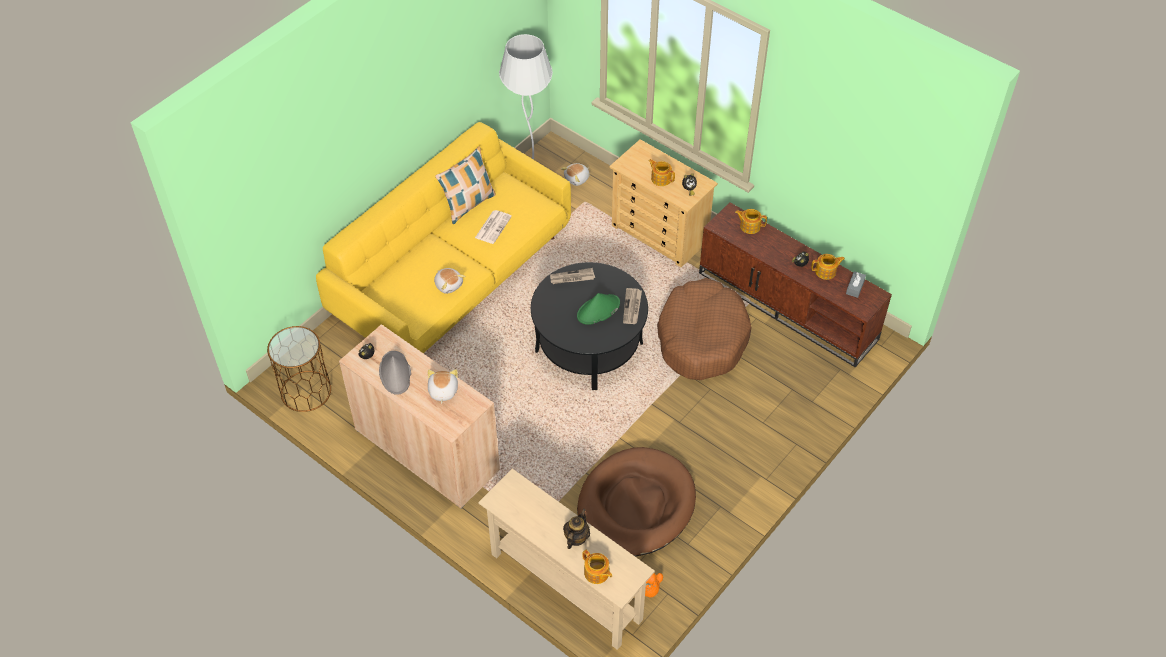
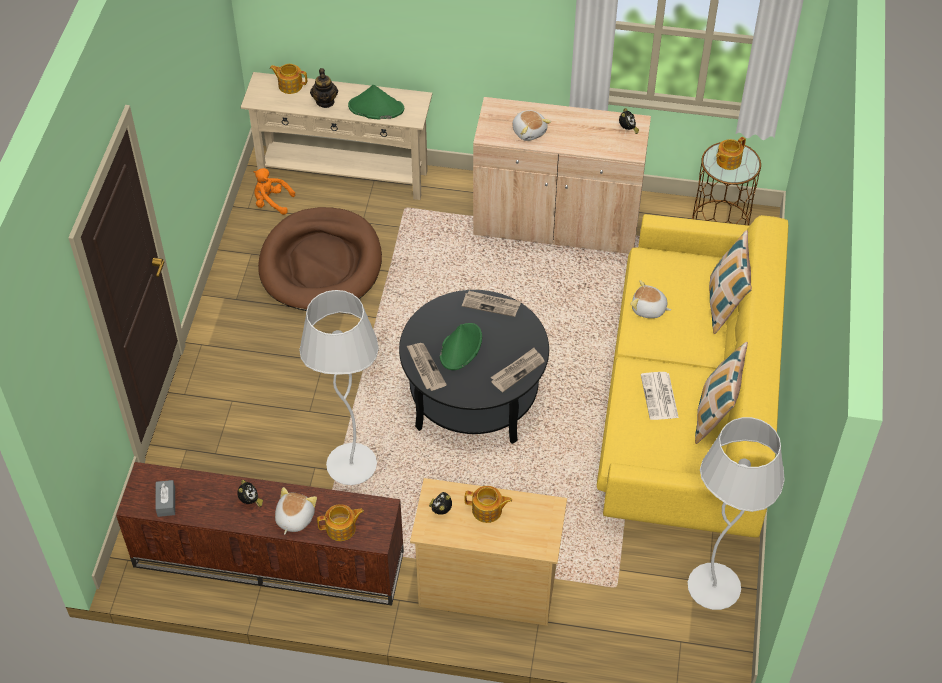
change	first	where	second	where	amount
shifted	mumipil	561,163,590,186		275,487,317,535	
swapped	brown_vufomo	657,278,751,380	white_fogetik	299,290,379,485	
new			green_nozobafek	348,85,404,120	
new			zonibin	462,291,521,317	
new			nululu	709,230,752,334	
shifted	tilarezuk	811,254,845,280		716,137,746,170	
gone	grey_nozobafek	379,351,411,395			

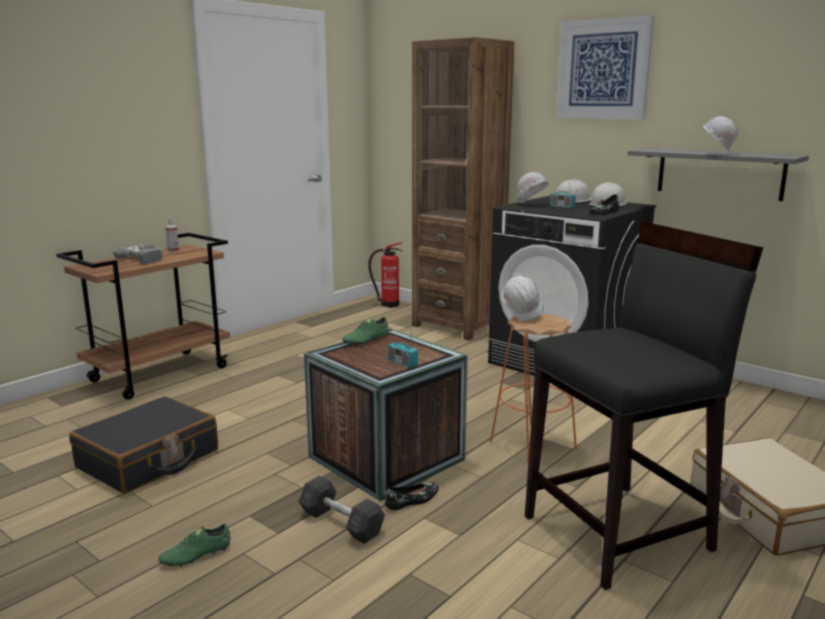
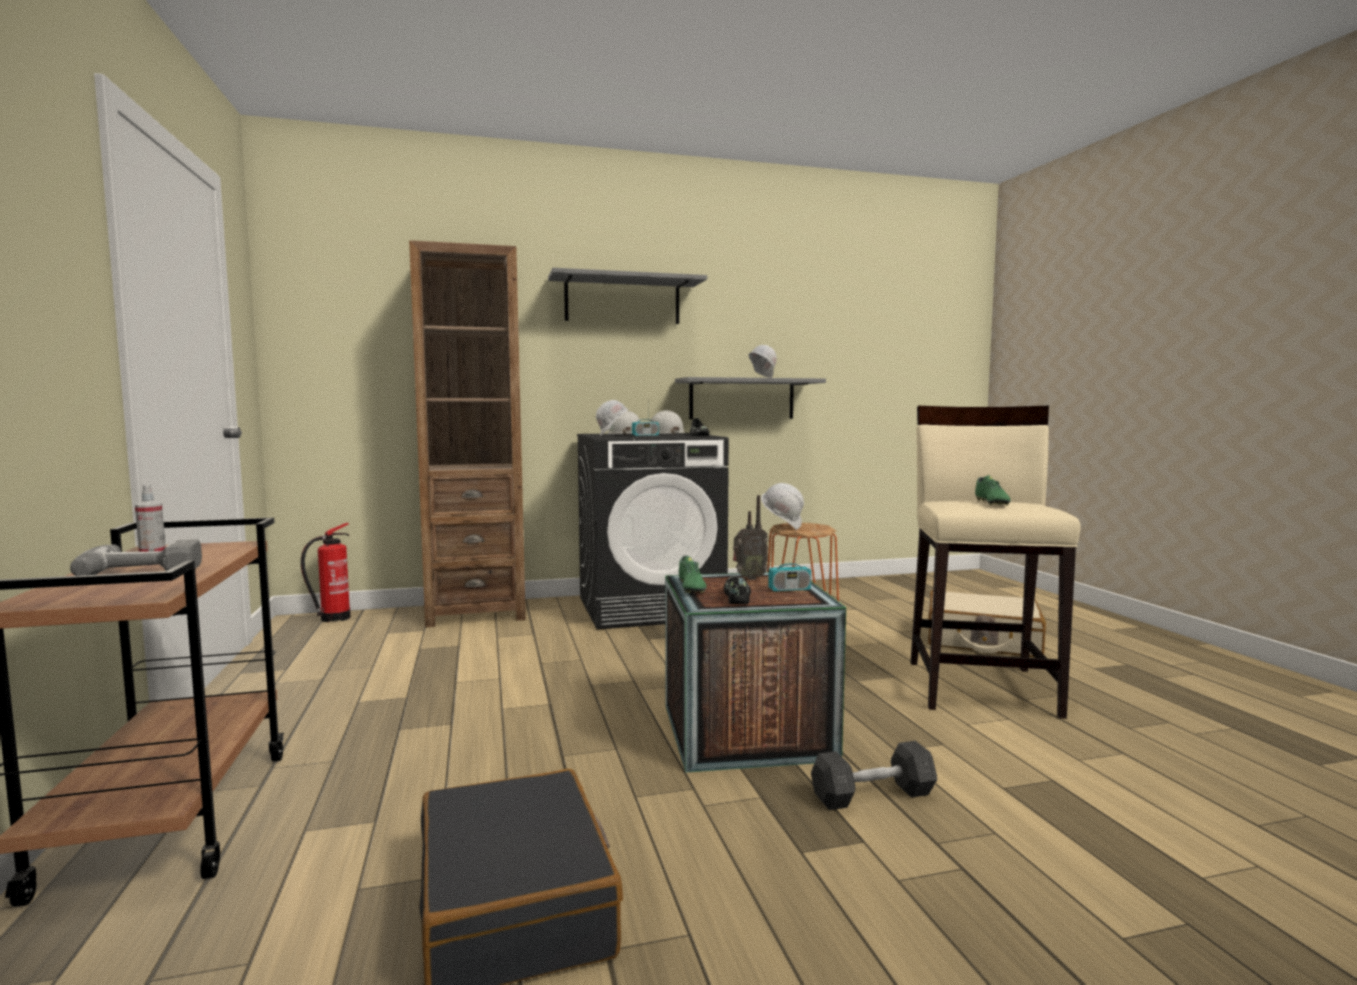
change	first	where	second	where	amount
swapped	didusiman	556,15,654,120	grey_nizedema	548,268,707,324	
shifted	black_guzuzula	385,482,438,510		724,576,751,604	
new			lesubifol	733,495,768,580	
repainted	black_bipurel	525,222,763,590	beige_bipurel	911,406,1081,719	
shifted	green_guzuzula	158,523,230,567		975,475,1011,505	

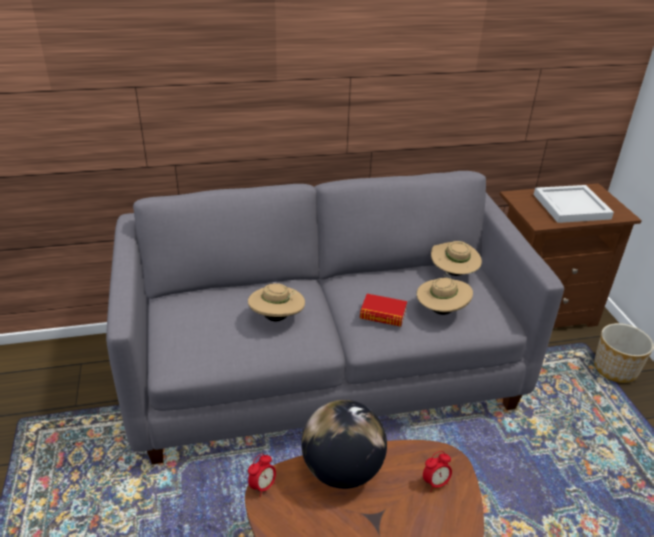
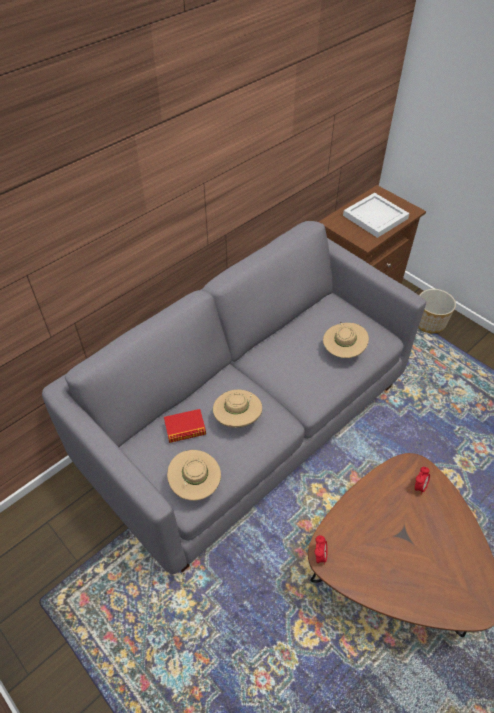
change	first	where	second	where	amount
shifted	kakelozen	360,294,407,327		164,409,206,443	
shifted	beige_nozobafek	431,241,482,276		167,450,221,500	
gone	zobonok	301,400,387,489			

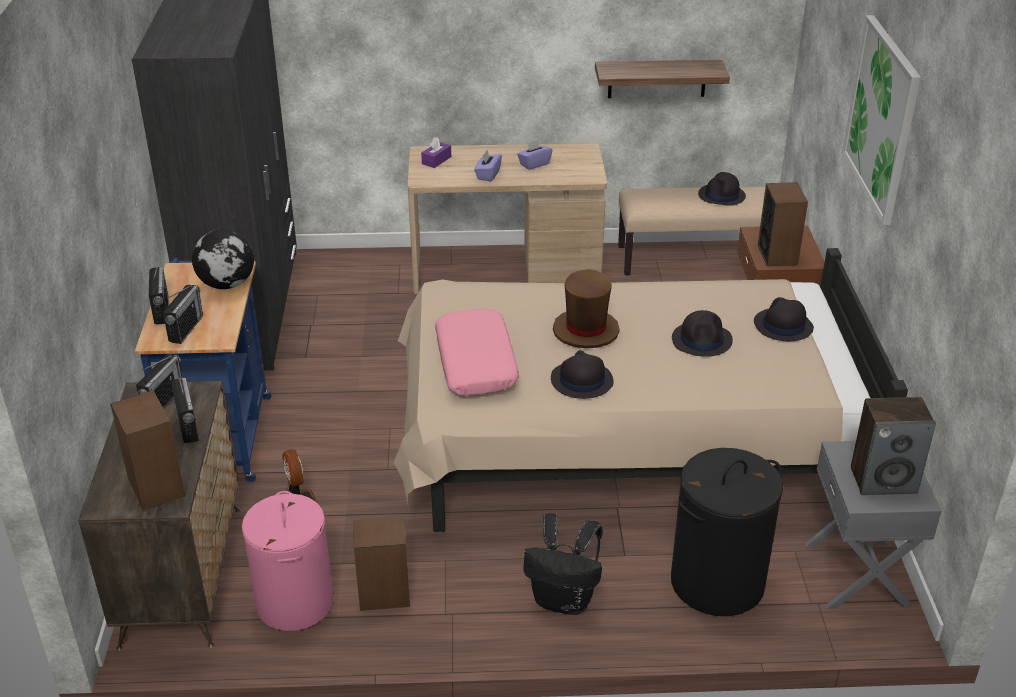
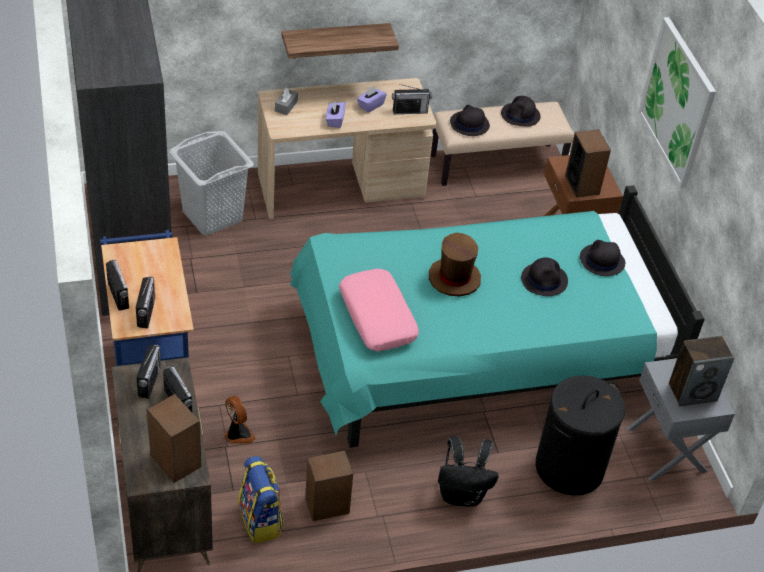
change	first	where	second	where	amount
new			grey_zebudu	169,131,254,235	
swapped	pink_zebudu	242,491,333,631	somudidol	238,456,284,544	
repainted	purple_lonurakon	421,137,451,168	grey_lonurakon	275,88,298,115	
shifted	nizedema	595,60,730,98		282,23,399,58	
repainted	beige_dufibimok	394,248,908,532	turquoise_dufibimok	290,185,705,448	
new			lesubifol	392,84,432,114	
shifted	black_nozobafek	551,350,614,399		450,105,490,136	
gone	zobonok	192,229,254,289			

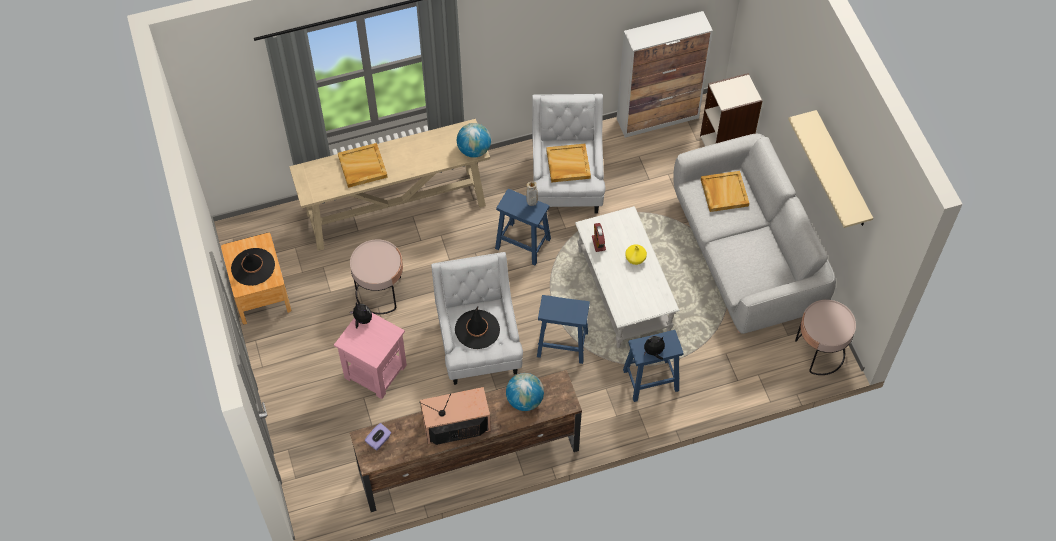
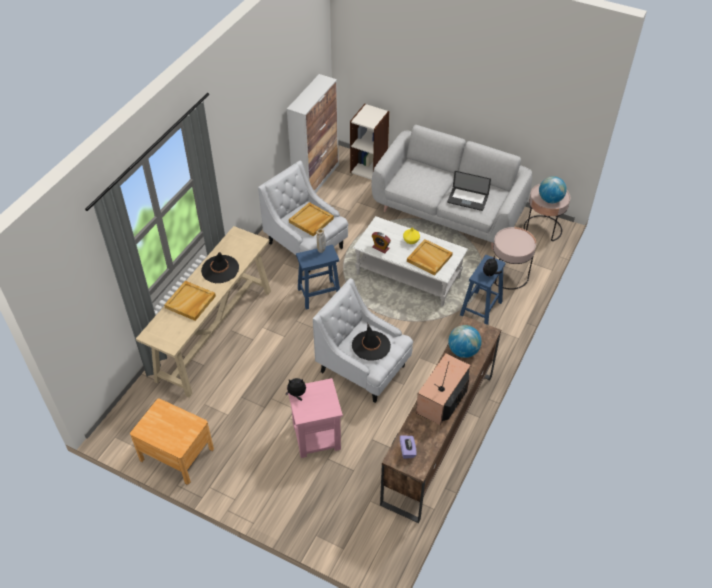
change	first	where	second	where	amount
shifted	black_nozobafek	231,248,275,286		201,252,239,283	
shifted	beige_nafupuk	701,171,749,212		407,239,453,275	
new			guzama	447,171,491,211	
shifted	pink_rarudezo	350,239,403,314		493,227,536,290	
shifted	zobonok	457,123,491,158		539,176,567,203	
gone	blue_bipurel	537,295,590,364			
gone	beige_nizedema	788,110,873,228			

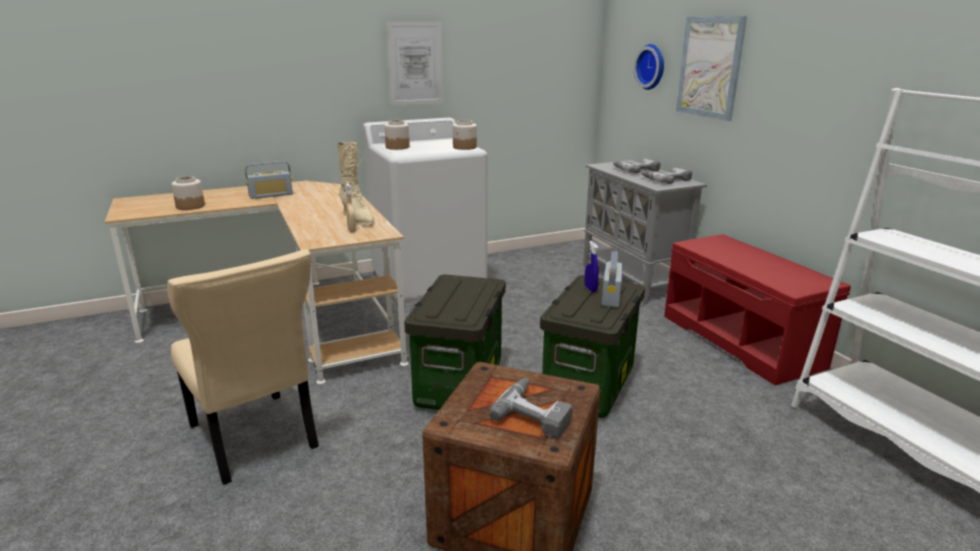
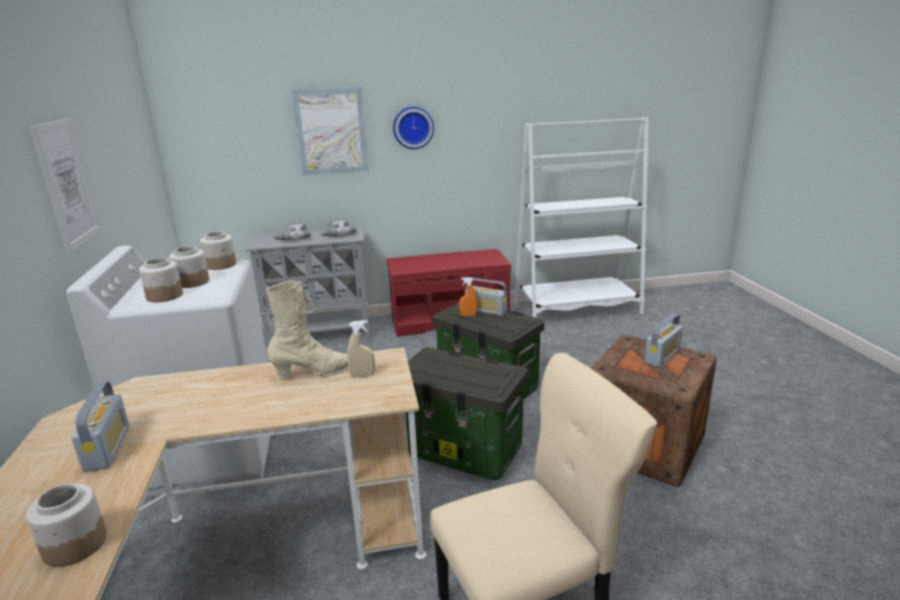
change	first	where	second	where	amount
new			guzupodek	169,246,209,288	
shifted	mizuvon	634,44,664,90		393,107,434,149	
repainted	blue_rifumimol	584,241,599,292	orange_rifumimol	459,277,477,316	
swapped	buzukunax	489,378,573,438	lesubifol	644,314,683,367	

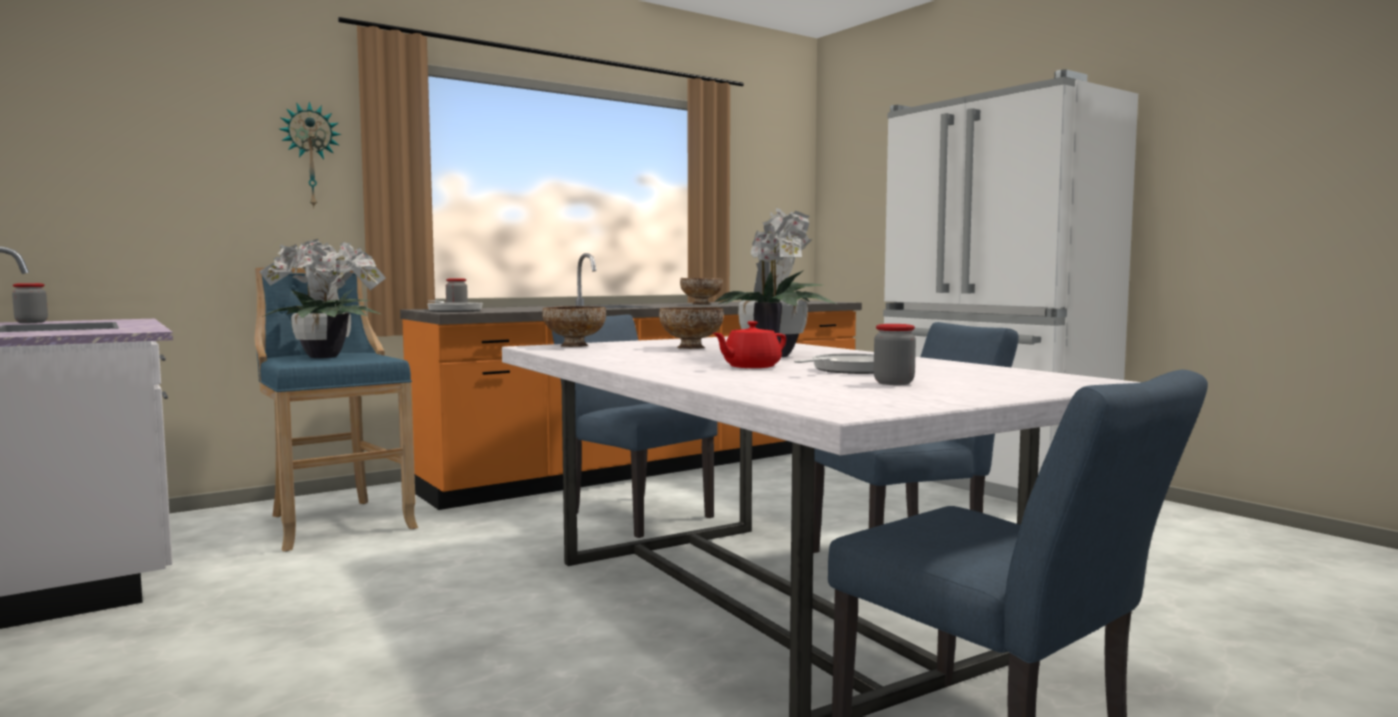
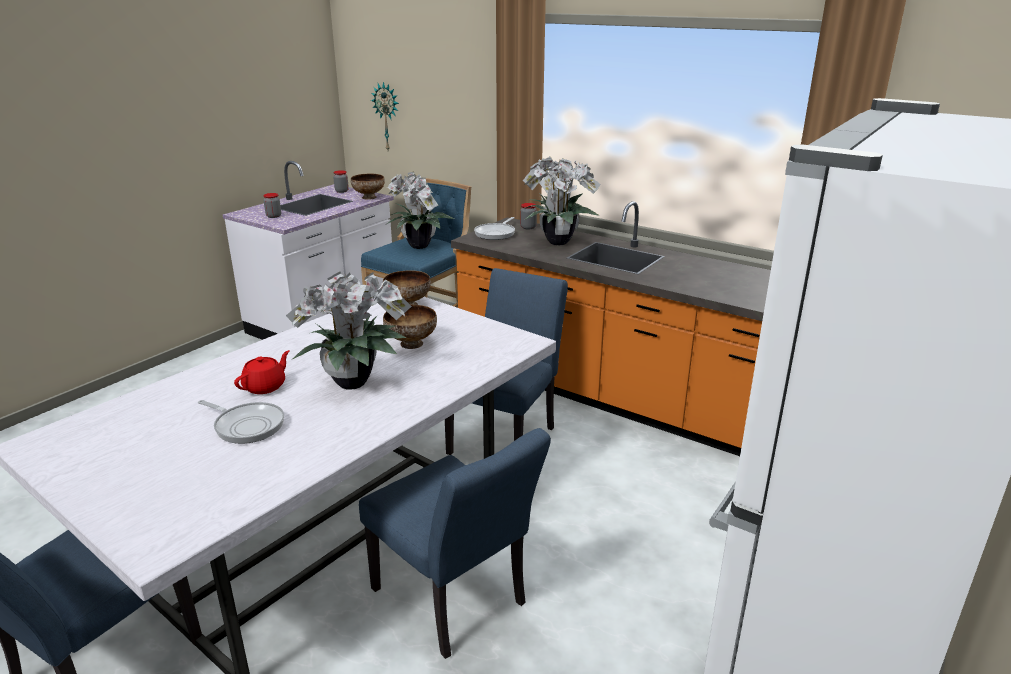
change	first	where	second	where	amount
rotated	red_tilarezuk	713,321,786,368		234,350,289,394	90 degrees clockwise
shifted	guzupodek	874,324,916,385		263,193,281,218	
shifted	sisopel	680,278,723,304		351,174,385,200	
shifted	mizuvon	279,101,341,209		371,82,399,150	
new			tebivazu	523,156,601,245	

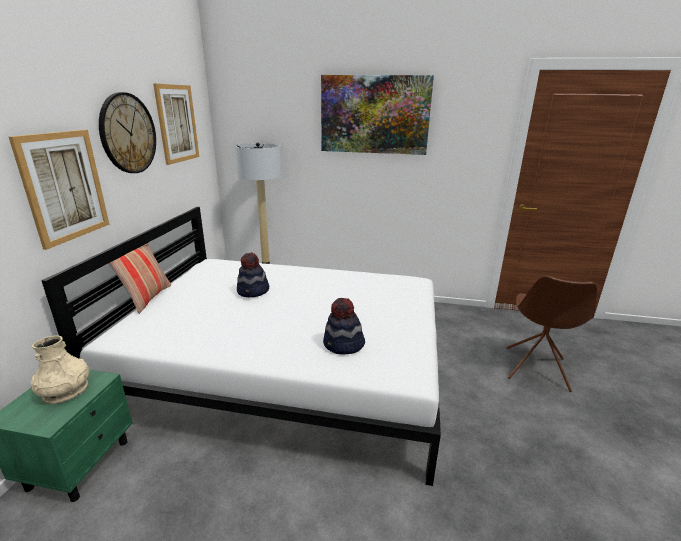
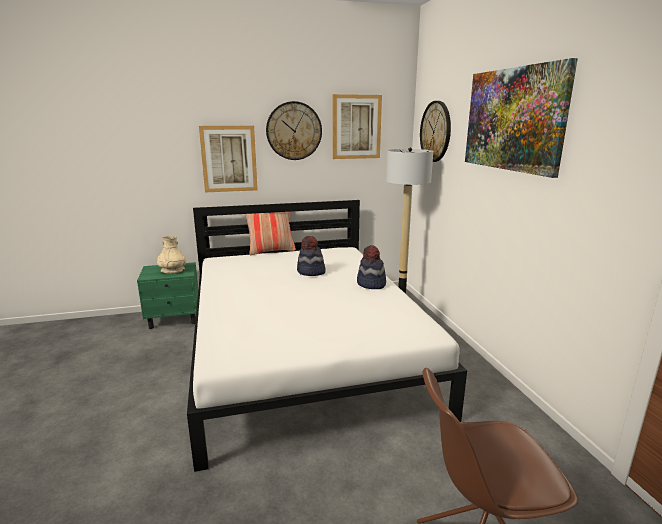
change	first	where	second	where	amount
shifted	nozobafek	323,298,365,355		357,245,386,289	
new			mizuvon	420,101,451,162	

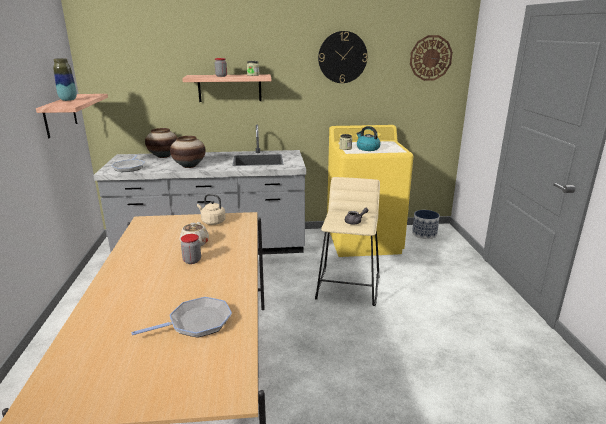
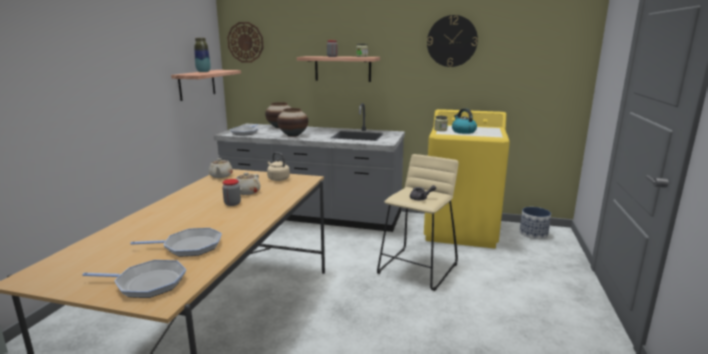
change	first	where	second	where	amount
new			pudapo	82,260,186,298	
new			beige_tilarezuk	209,158,233,178	
shifted	mizuvon	410,35,453,81		227,22,264,63	

